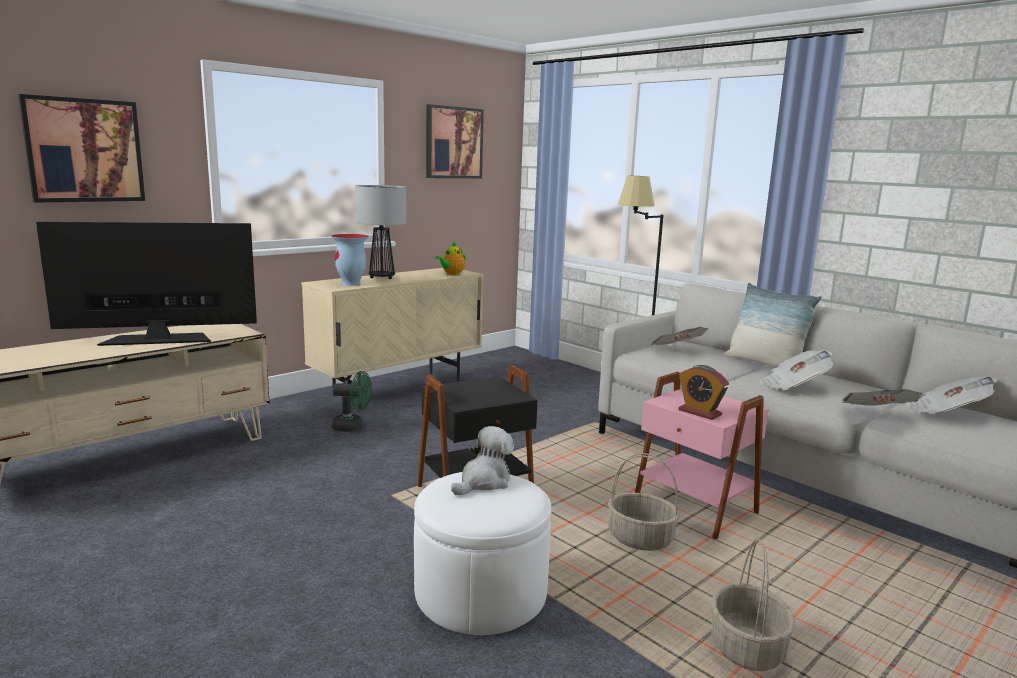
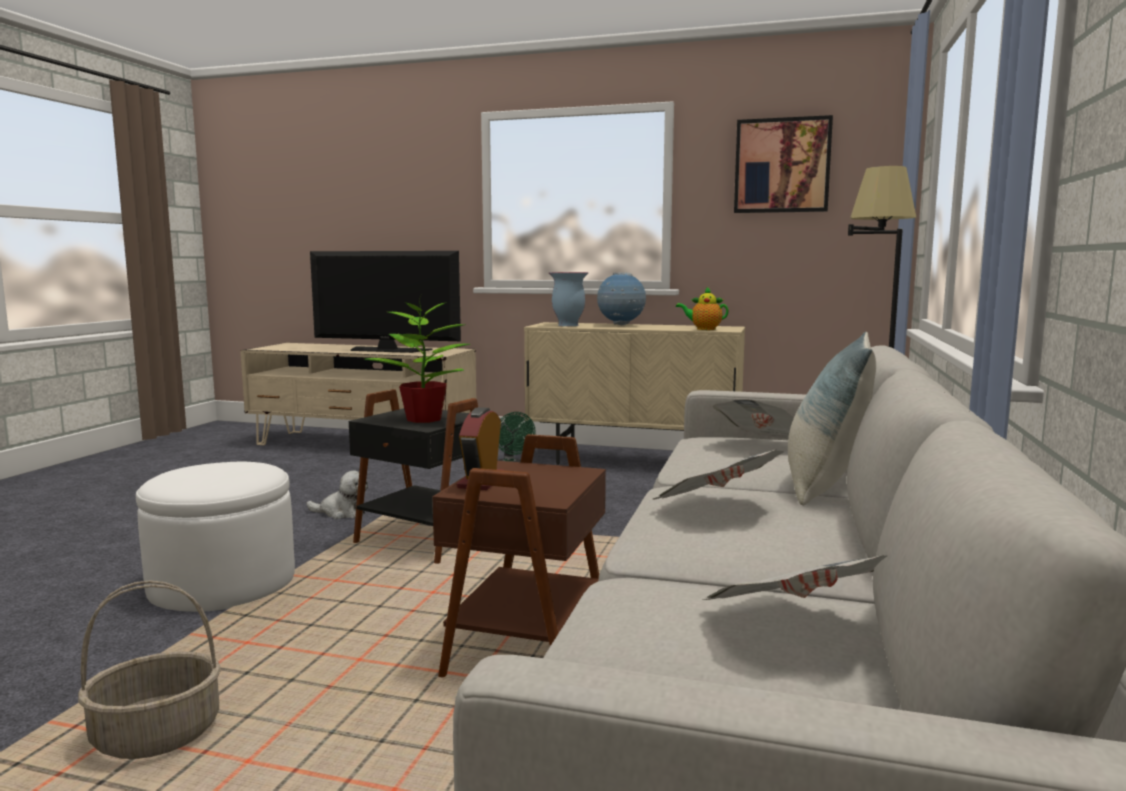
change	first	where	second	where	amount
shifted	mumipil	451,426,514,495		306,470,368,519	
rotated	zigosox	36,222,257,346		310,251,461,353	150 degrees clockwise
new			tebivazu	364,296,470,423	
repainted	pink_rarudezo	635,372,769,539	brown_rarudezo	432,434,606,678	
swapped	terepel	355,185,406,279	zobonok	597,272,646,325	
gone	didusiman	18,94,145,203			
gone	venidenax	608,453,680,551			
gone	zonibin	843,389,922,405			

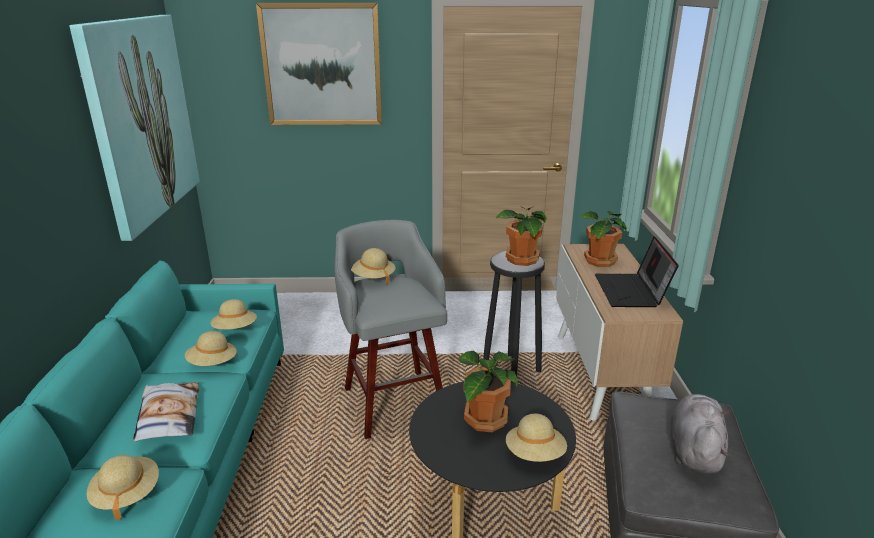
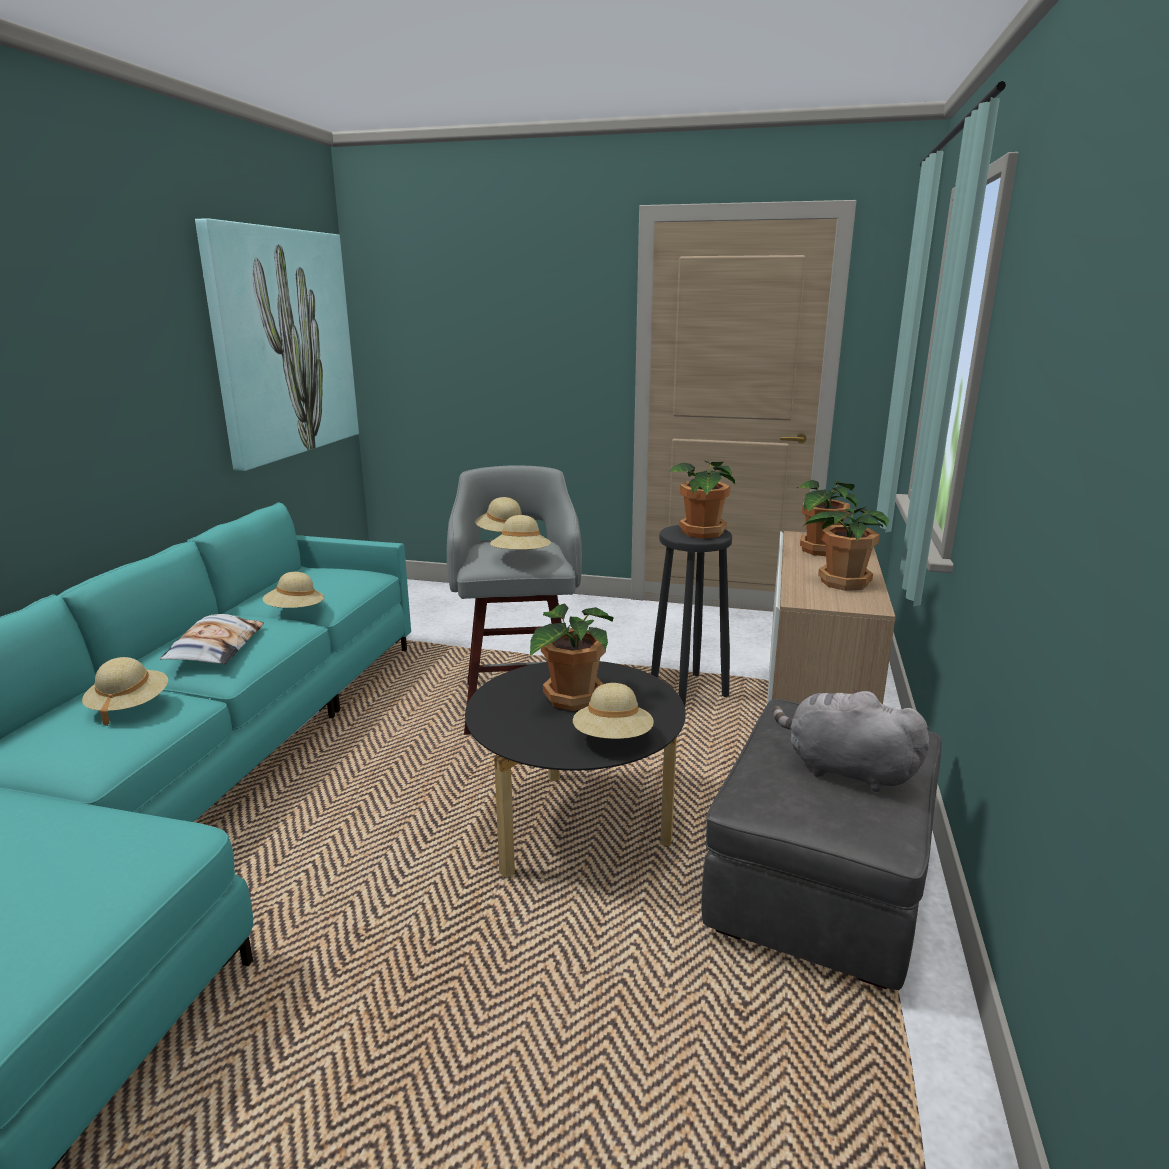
change	first	where	second	where	amount
shifted	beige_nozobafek	210,299,257,330		490,515,551,550	
rotated	grey_mumipil	670,394,730,474		773,688,929,792	90 degrees counterclockwise
swapped	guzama	595,236,679,307	tebivazu	802,506,889,591	
gone	didusiman	256,3,382,125			

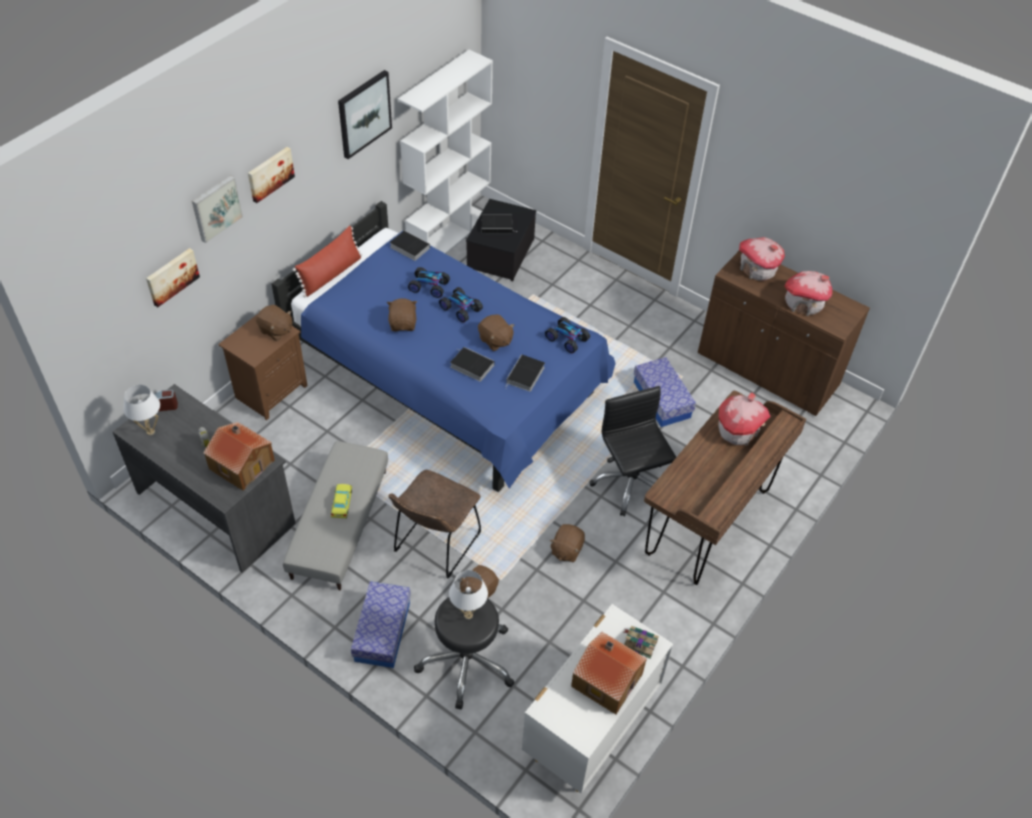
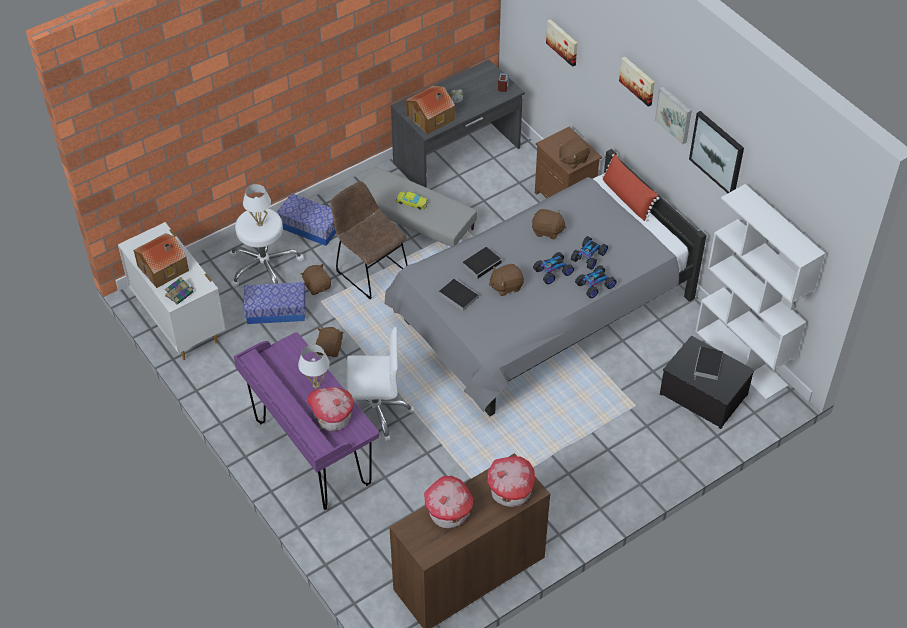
change	first	where	second	where	amount
repainted	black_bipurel	414,592,515,709	white_bipurel	229,209,304,288	
repainted	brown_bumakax	644,391,806,585	purple_bumakax	234,332,379,510	
shifted	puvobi	634,357,696,427		243,282,305,324	
shifted	white_terepel	124,385,160,435		298,344,330,388	
rotated	brown_mumipil	550,524,585,562		316,327,344,357	60 degrees clockwise
repainted	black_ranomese	590,386,676,516	white_ranomese	346,327,414,441	
repainted	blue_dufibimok	272,201,616,492	grey_dufibimok	385,149,707,416	
shifted	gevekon	545,317,590,353		575,265,617,298	
shifted	didusiman	192,175,243,243		655,87,692,145	
gone	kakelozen	390,230,430,261			

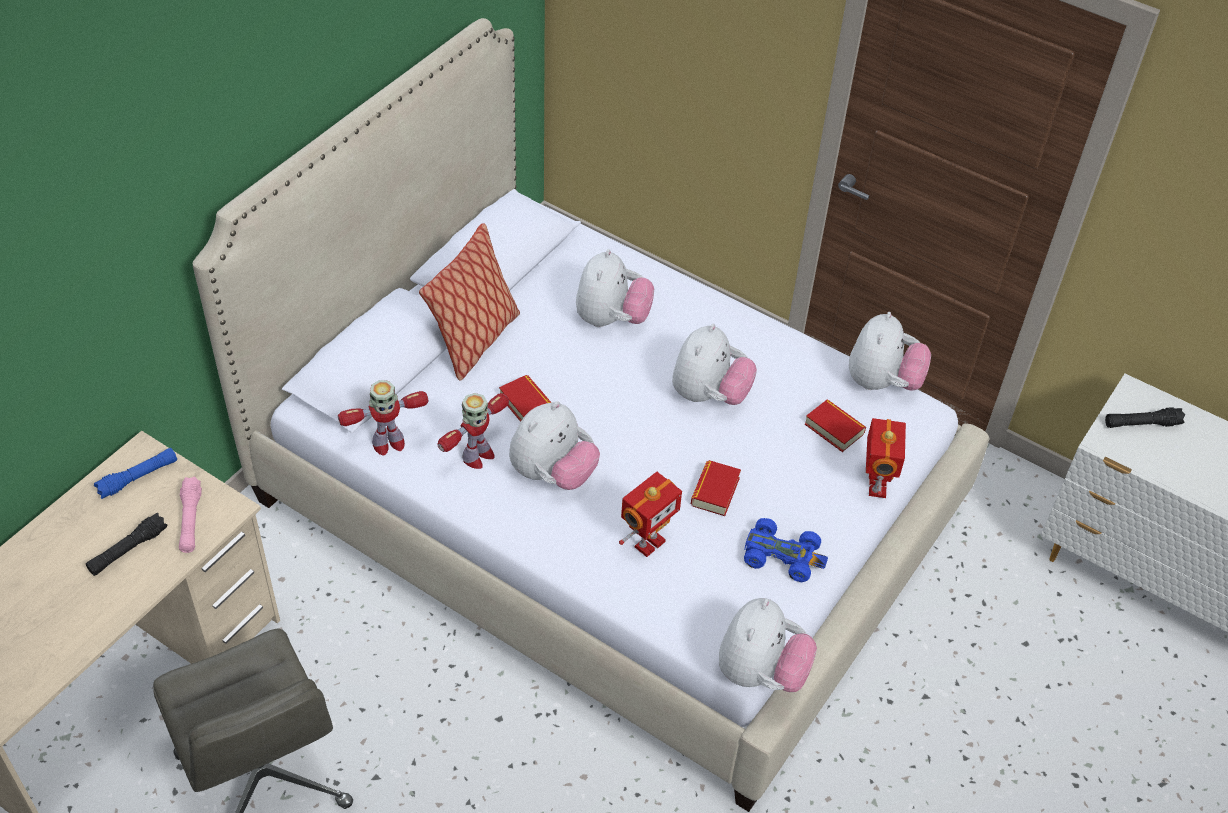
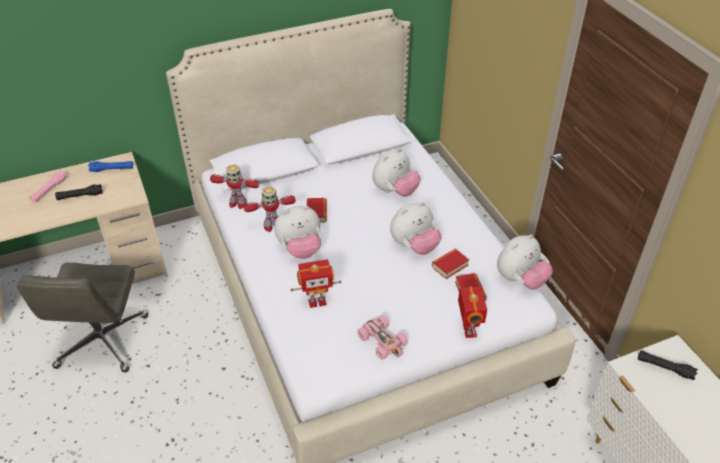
change	first	where	second	where	amount
shifted	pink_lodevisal	179,477,202,553		29,171,67,203	
repainted	blue_gevekon	744,518,828,582	pink_gevekon	357,315,408,360	
shifted	kakelozen	691,460,741,516		432,249,469,279	
rotated	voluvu	866,418,906,498		458,286,487,338	45 degrees counterclockwise
gone	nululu	419,223,520,381			
gone	mumipil	719,598,817,692			

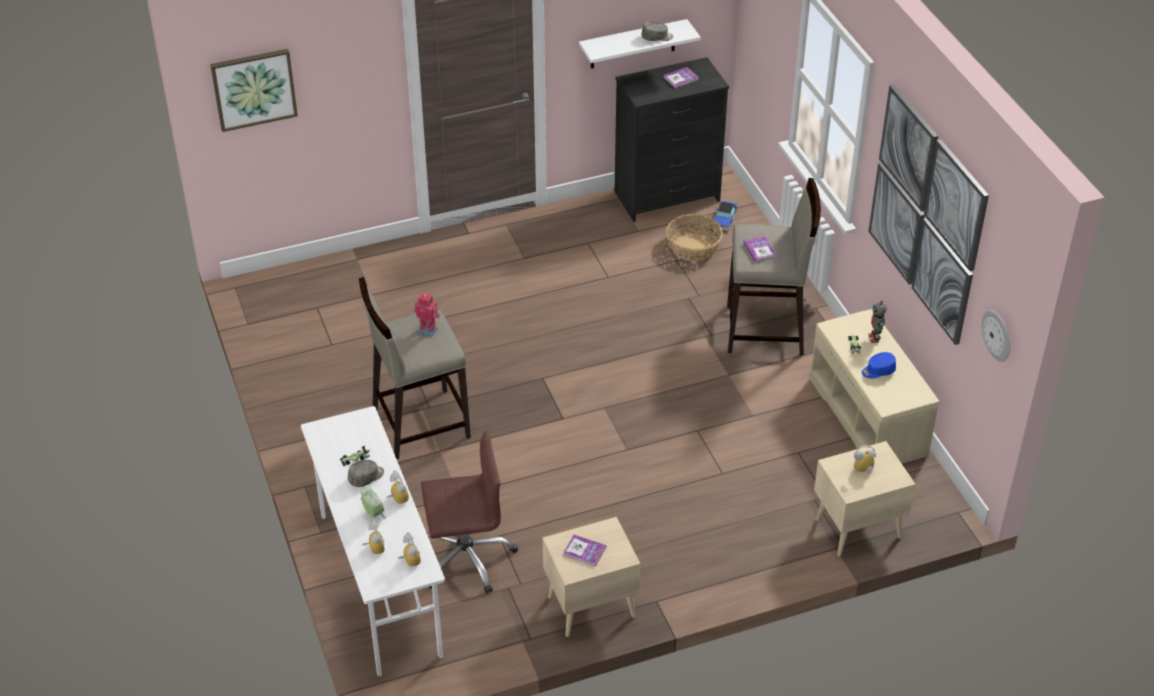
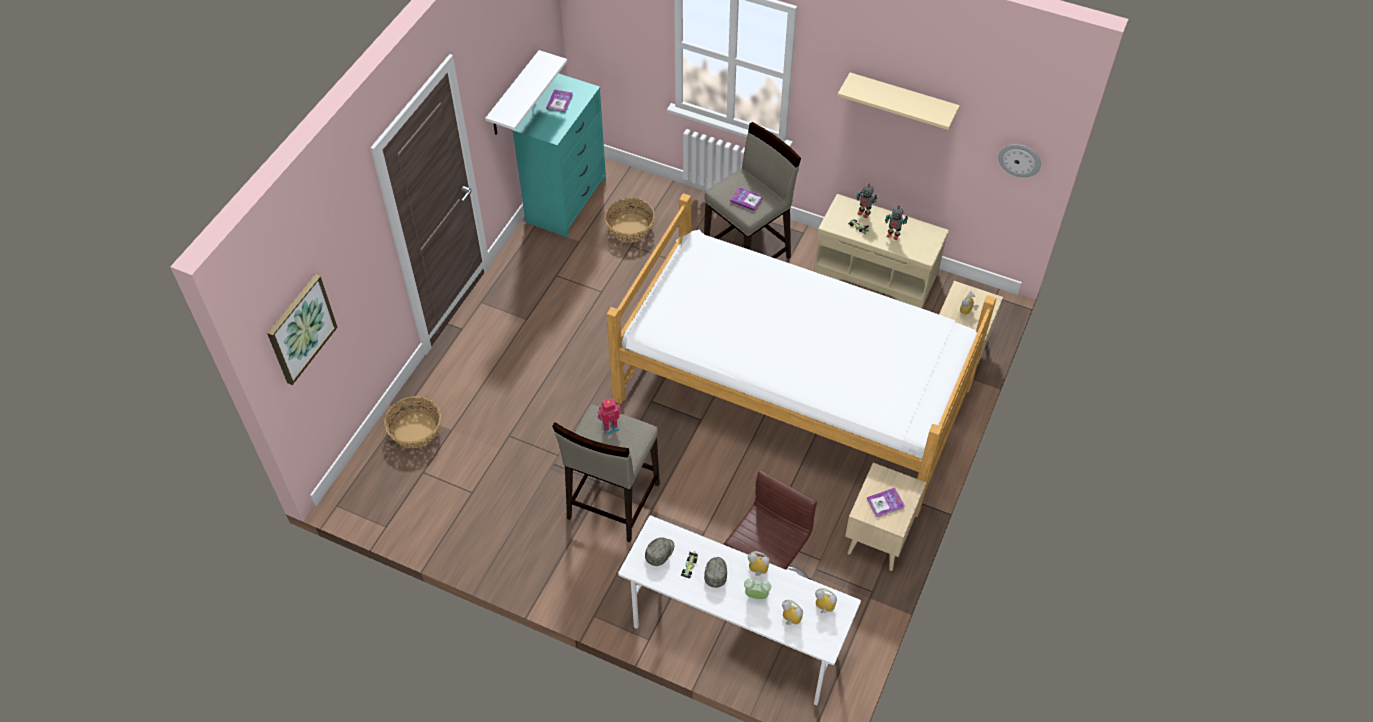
change	first	where	second	where	amount
new			venidenax	384,396,441,448	
repainted	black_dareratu	615,57,729,222	turquoise_dareratu	512,73,606,237	
new			dufibimok	606,193,997,517	
shifted	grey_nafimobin	642,21,673,41		645,537,674,566	
swapped	didusiman	868,84,989,345	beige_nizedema	837,72,960,130	
swapped	blue_nafimobin	861,352,896,378	voluvu	885,206,908,240	
gone	gevekon	714,200,738,231			

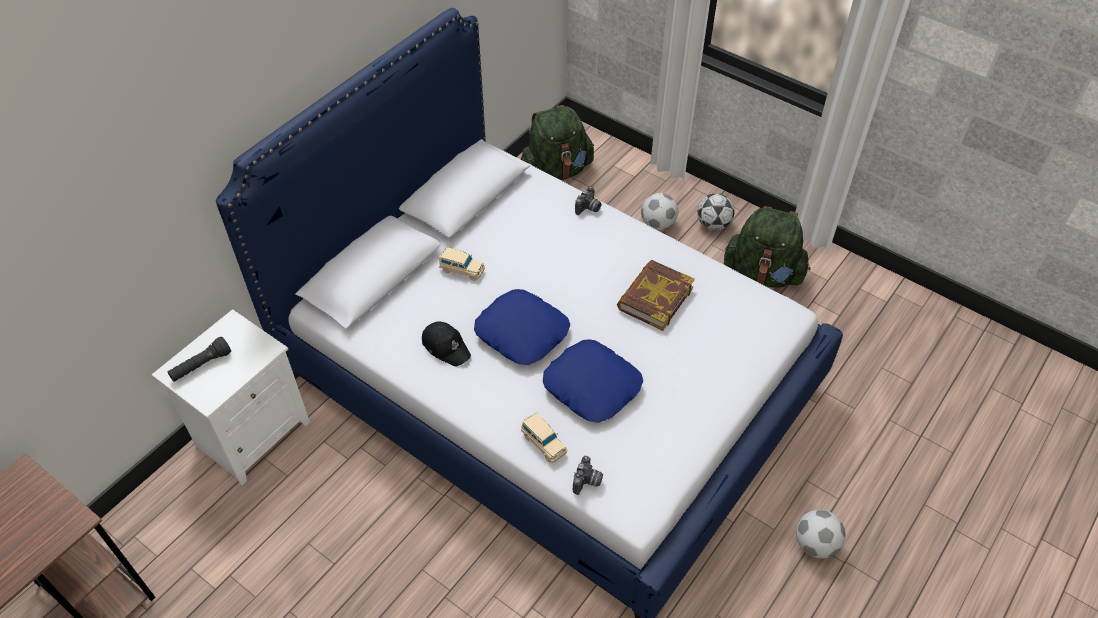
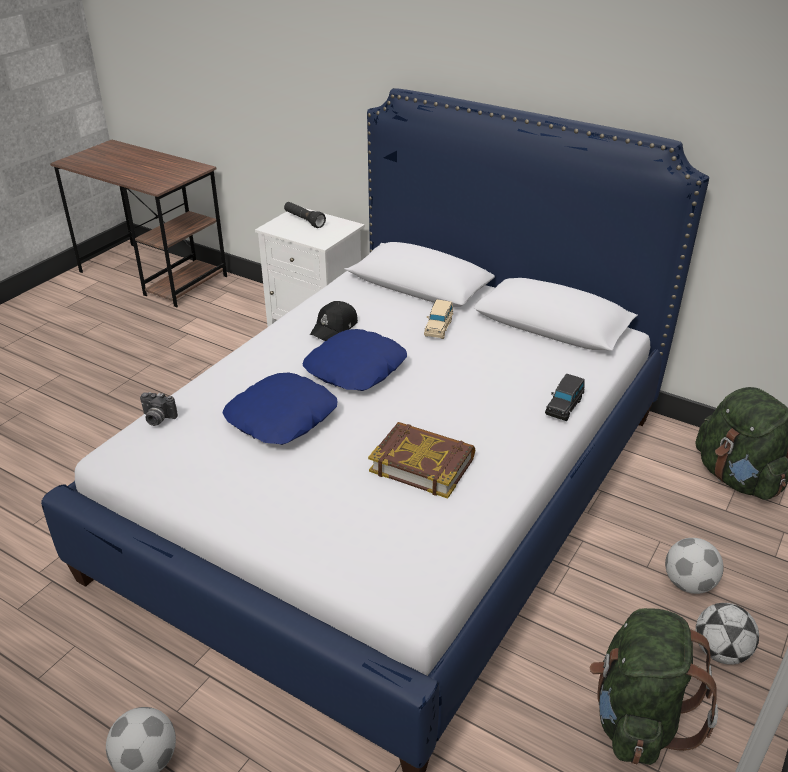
change	first	where	second	where	amount
swapped	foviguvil	575,186,602,215	black_gevekon	545,374,584,421	
gone	beige_gevekon	521,413,567,463			

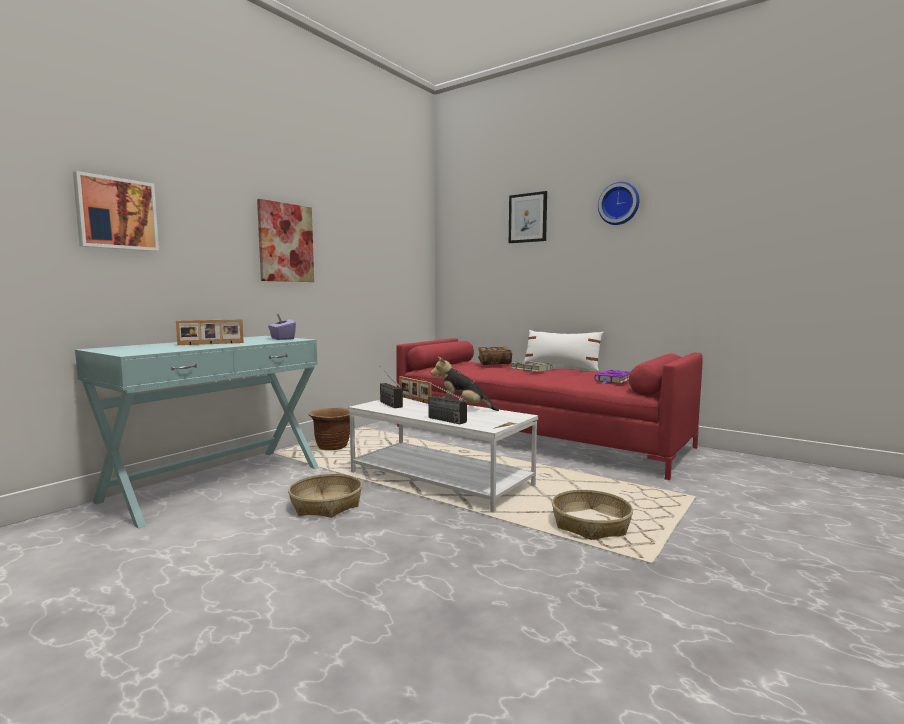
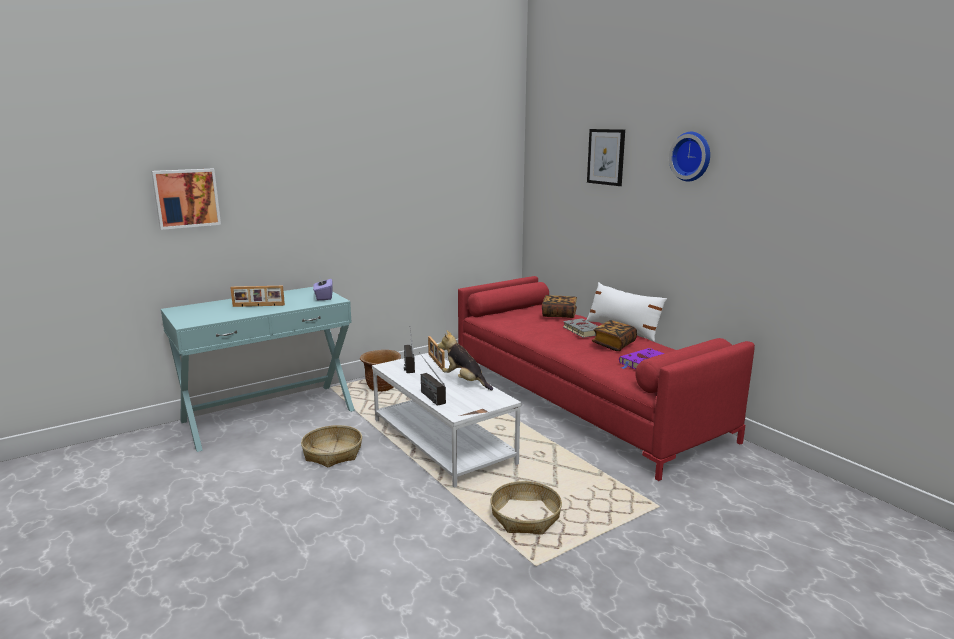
change	first	where	second	where	amount
new			kakelozen	592,320,637,351	
gone	didusiman	257,199,314,282			

